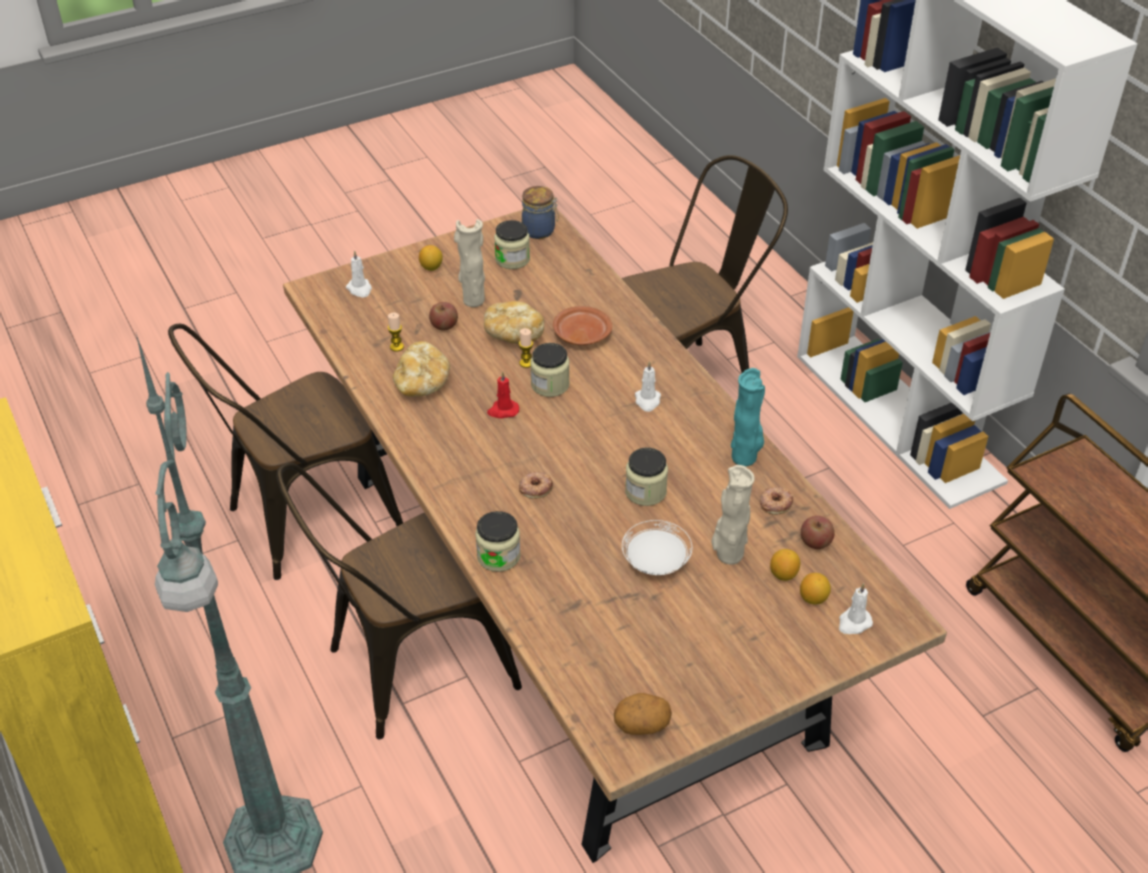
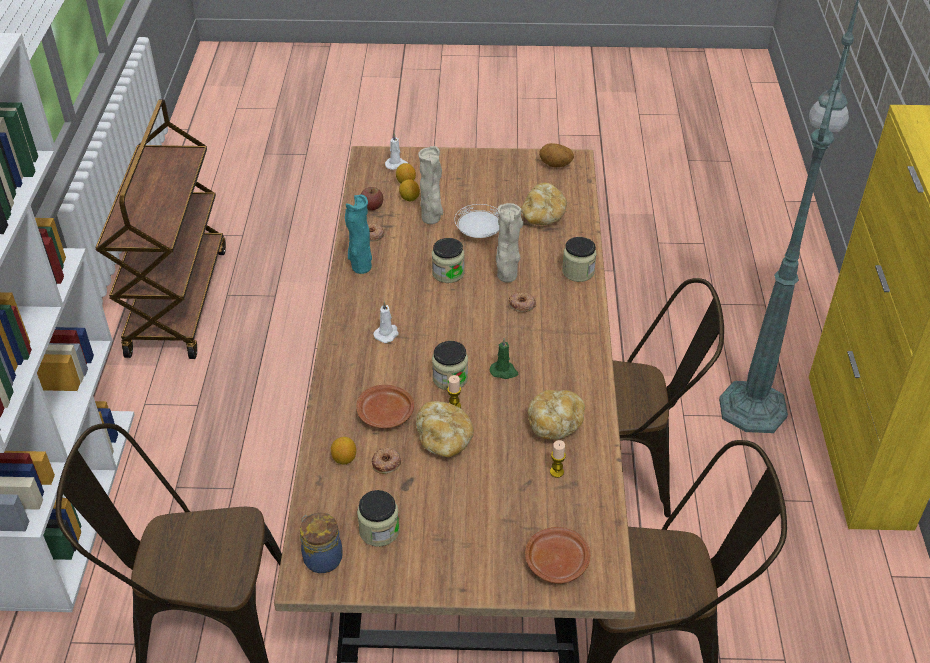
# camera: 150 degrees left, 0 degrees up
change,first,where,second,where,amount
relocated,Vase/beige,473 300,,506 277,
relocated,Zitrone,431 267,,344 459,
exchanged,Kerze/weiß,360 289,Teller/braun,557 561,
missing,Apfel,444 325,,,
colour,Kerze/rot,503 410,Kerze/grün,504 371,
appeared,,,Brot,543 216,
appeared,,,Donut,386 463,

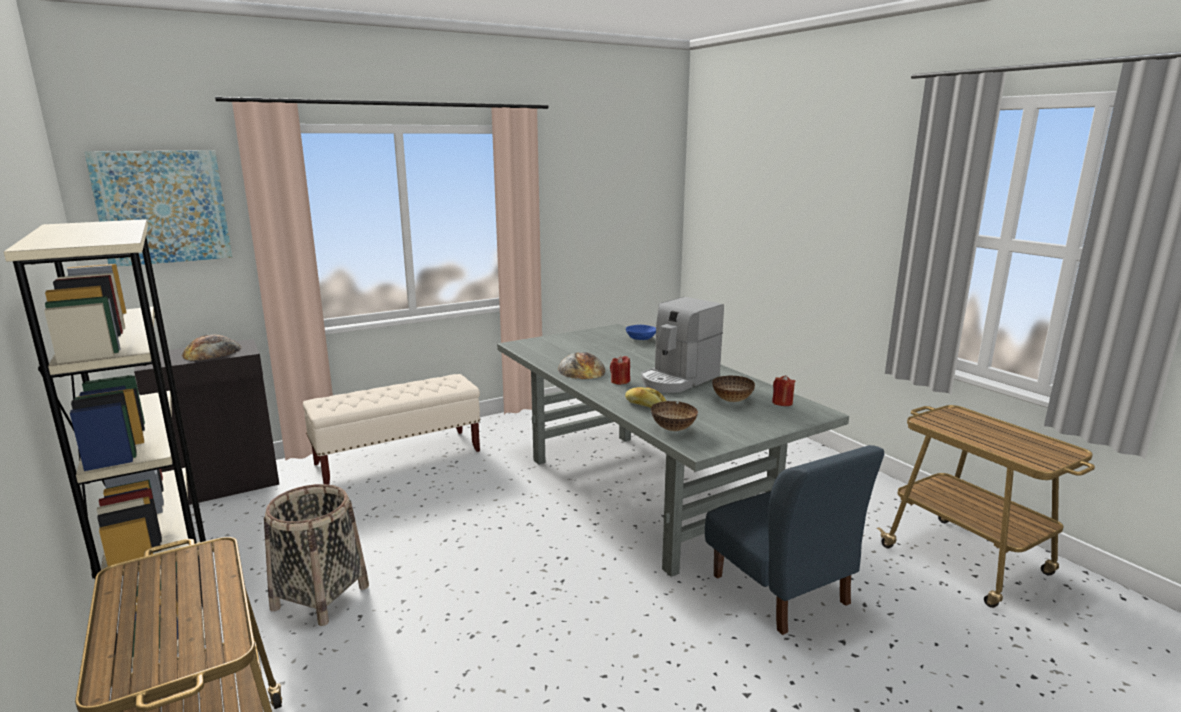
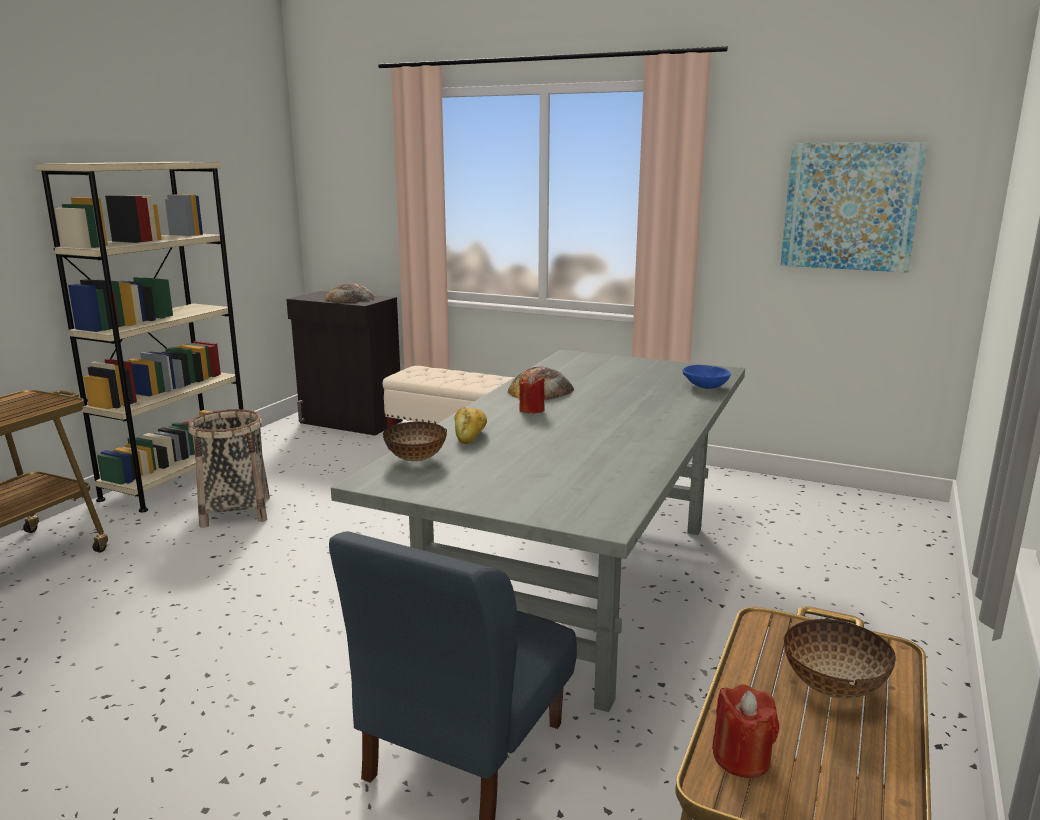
# camera: 55 degrees right, 0 degrees up
change,first,where,second,where,amount
relocated,Bild,162 207,,850 206,
missing,Kaffeemaschine,678 379,,,
relocated,Kerze/rot,782 402,,741 758,
relocated,Schüssel,731 400,,831 686,

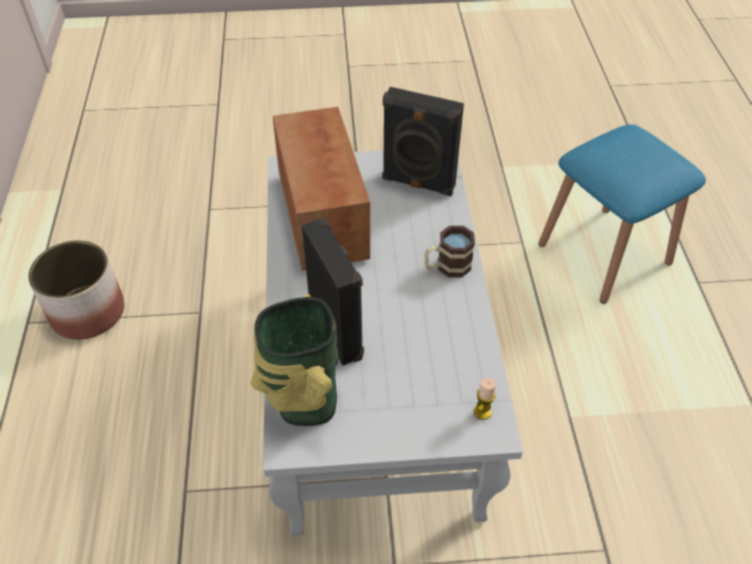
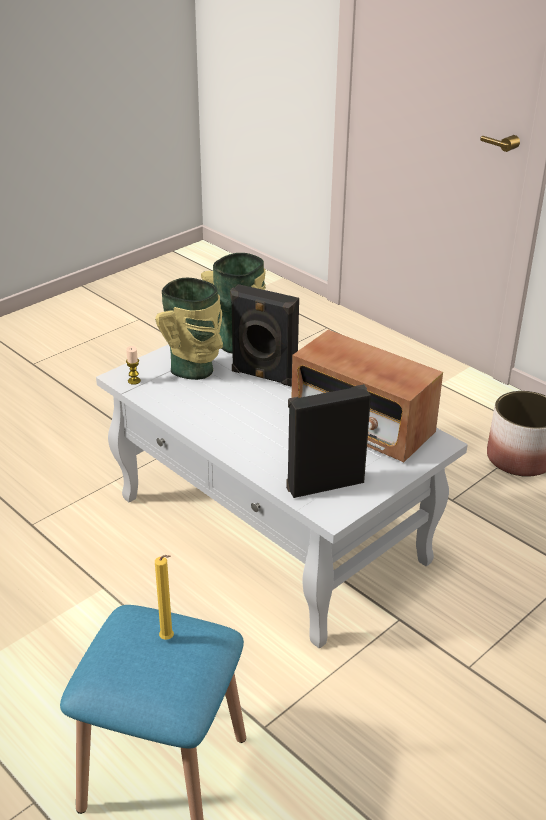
# camera: 140 degrees right, 15 degrees down
change,first,where,second,where,amount
missing,Henkelbecher,447 267,,,
appeared,,,Vase,194 370,
appeared,,,Kerze/gelb,168 639,

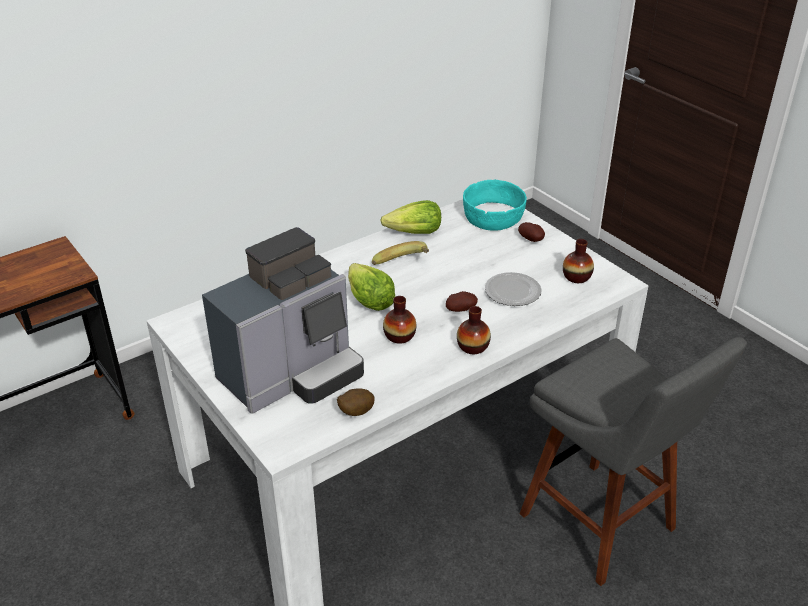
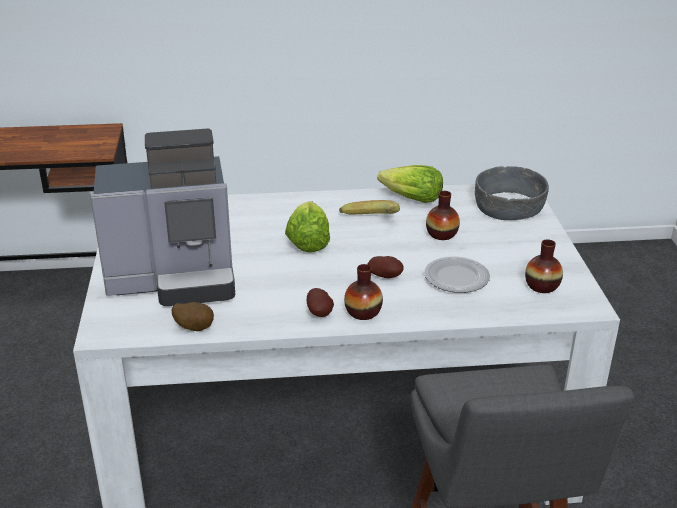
# camera: 30 degrees right, 5 degrees down
change,first,where,second,where,amount
colour,Schüssel/türkis,493 215,Schüssel/grau,509 205,
relocated,Kartoffel,532 240,,320 313,
relocated,Vase,399 336,,441 234,

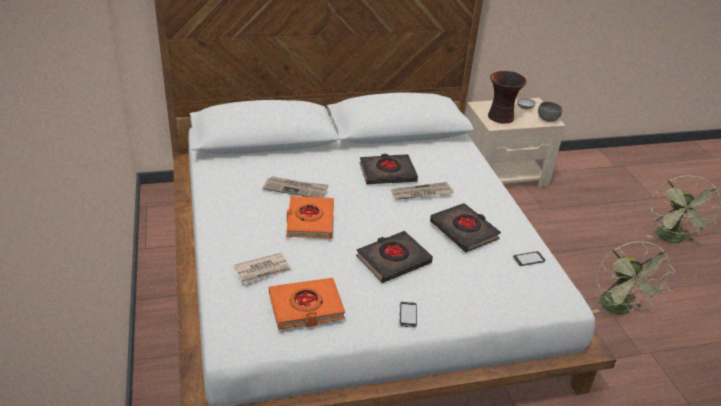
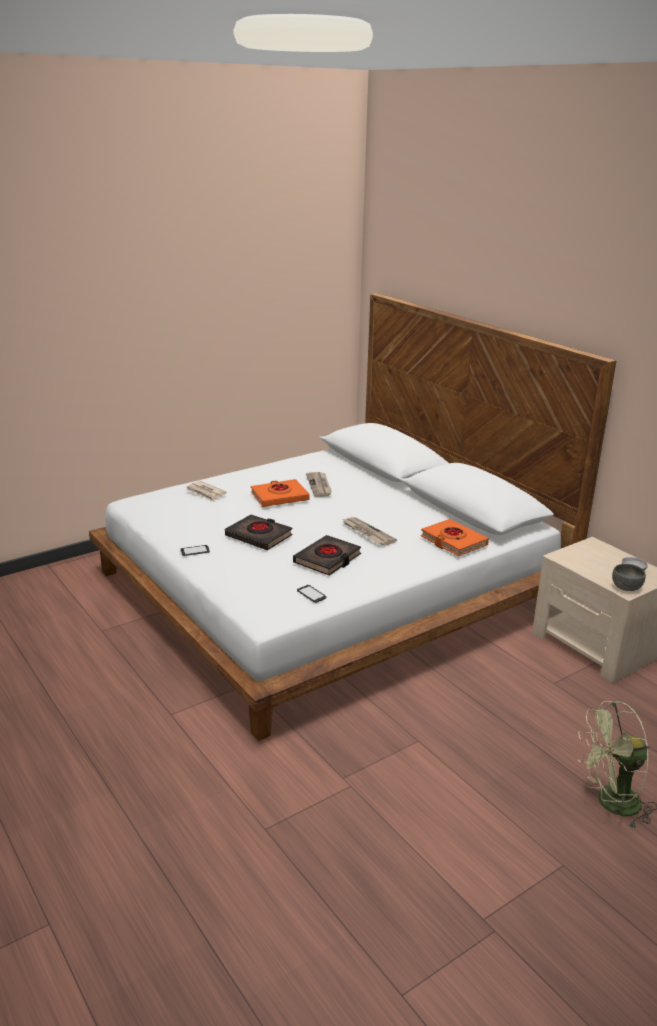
# camera: 70 degrees right, 10 degrees down
change,first,where,second,where,amount
missing,Vase,500 117,,,
missing,Buch/schwarz,387 173,,,
missing,Ventilator/grün,619 309,,,
relocated,Buch/orange,306 307,,453 541,

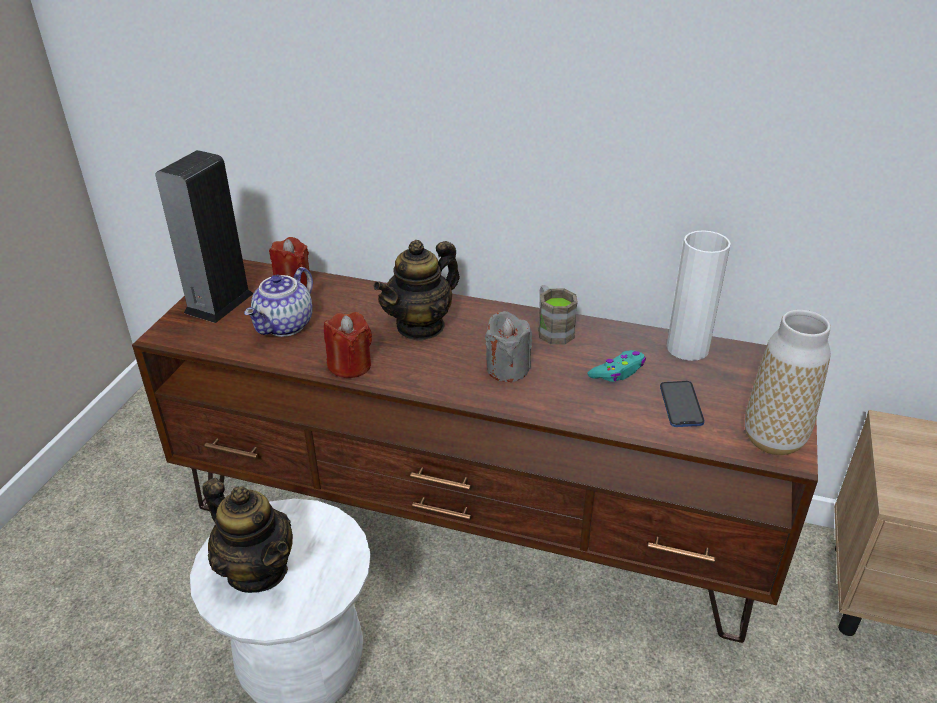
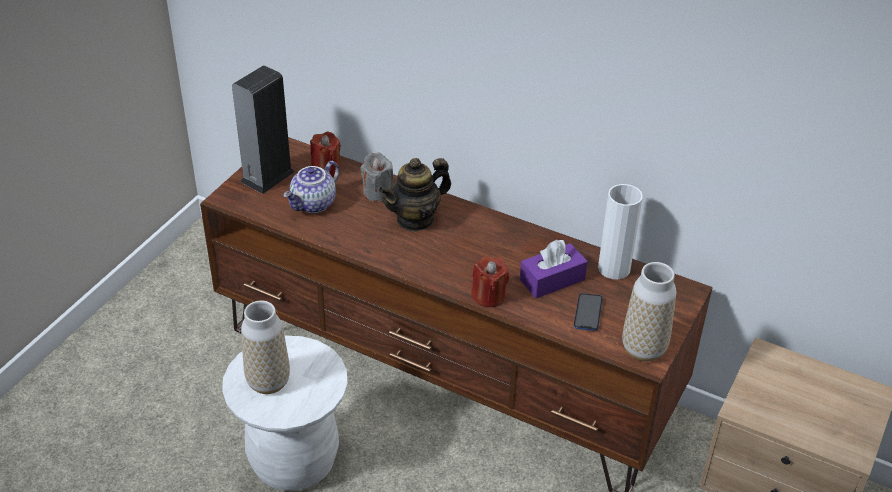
# camera: 10 degrees right, 5 degrees up
change,first,where,second,where,amount
missing,Henkelbecher/braun,552 329,,,
relocated,Kerze/grau,507 369,,378 193,
relocated,Kerze/rot,350 365,,488 296,
exchanged,Gamepad/türkis,618 372,Taschentuchbox/lila,552 280,
exchanged,Teekanne,257 570,Vase,268 382,

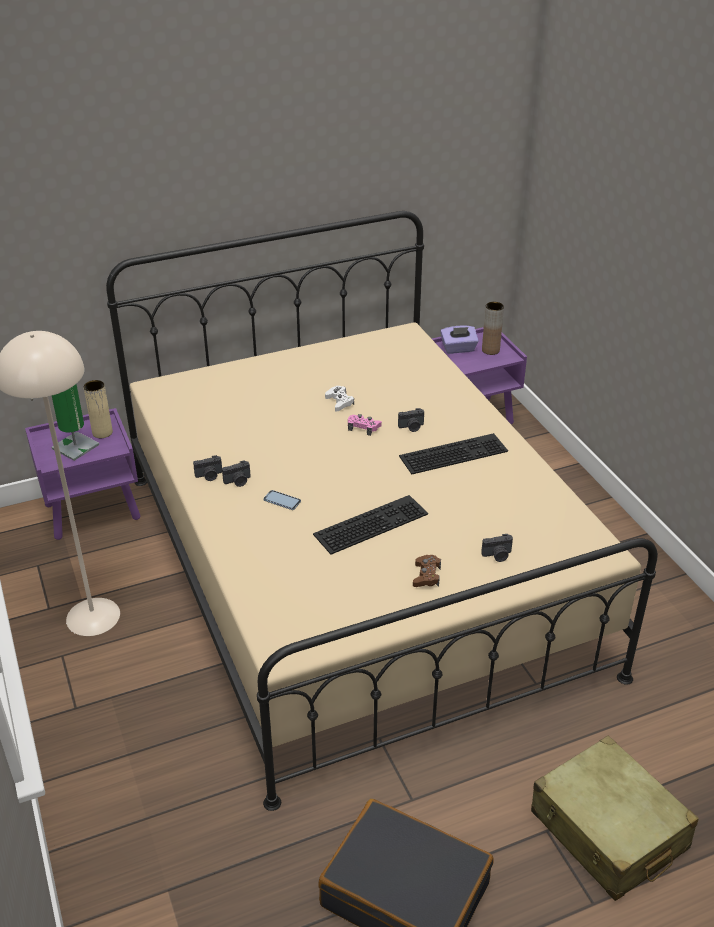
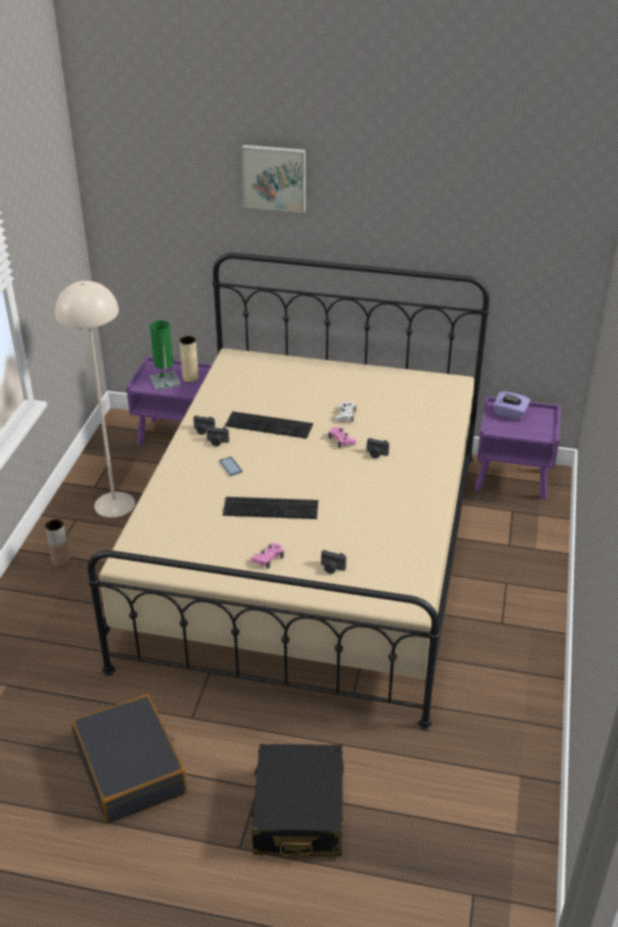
# camera: 35 degrees right, 0 degrees up
change,first,where,second,where,amount
relocated,Vase/braun,490 350,,61 562,
relocated,Tastatur,453 452,,270 424,
colour,Gamepad/braun,426 576,Gamepad/rosa,268 558,
colour,Koffer/beige,608 830,Koffer/schwarz,299 812,
appeared,,,Bild,275 177,

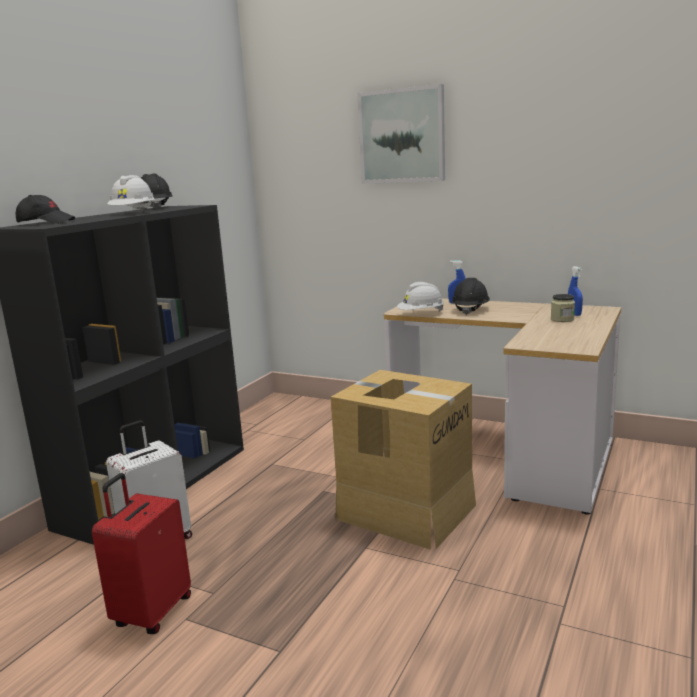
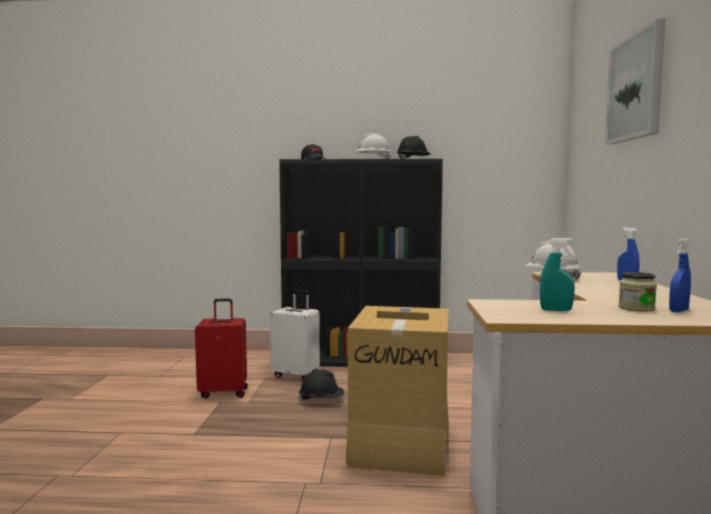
# camera: 65 degrees right, 10 degrees down
change,first,where,second,where,amount
relocated,Schutzhelm/schwarz,470 310,,321 400,
appeared,,,Sprühflasche/türkis,556 310,

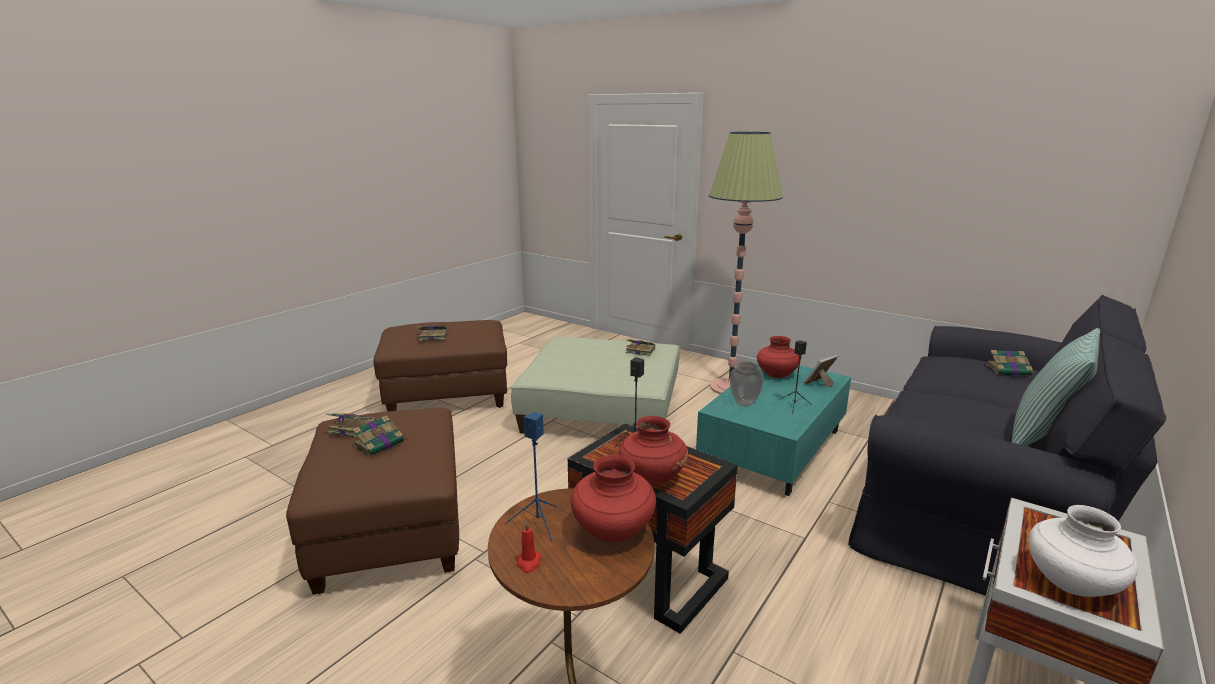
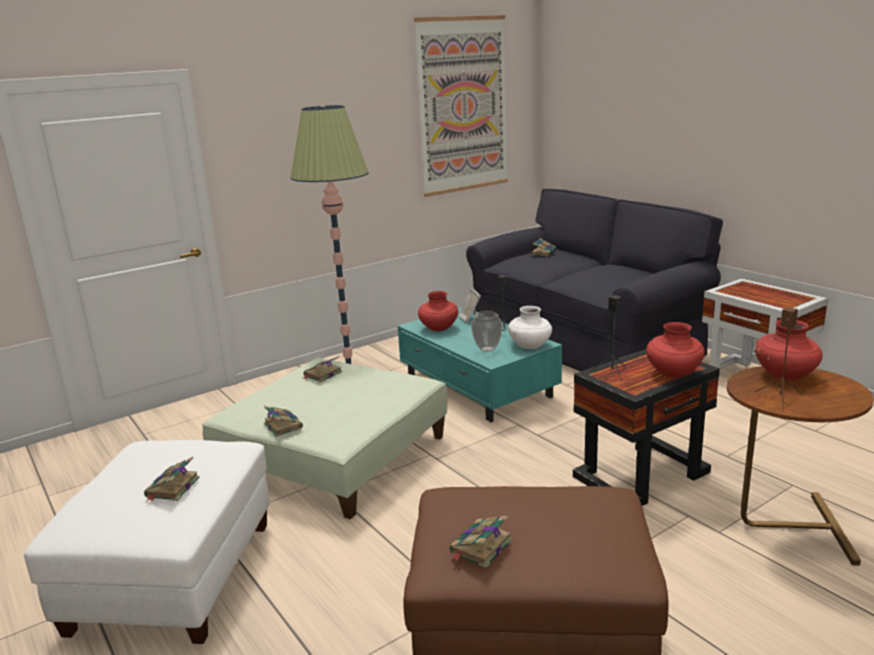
# camera: 70 degrees left, 0 degrees up
change,first,where,second,where,amount
colour,Polsterhocker/braun,448 395,Polsterhocker/weiß,174 577,
missing,Kissen,1042 437,,,
colour,Lautsprecher/blau,538 523,Lautsprecher/braun,780 398,
relocated,Buch,380 443,,282 425,
relocated,Vase/weiß,1071 584,,530 346,
missing,Kerze/rot,528 563,,,
appeared,,,Bild,463 106,

